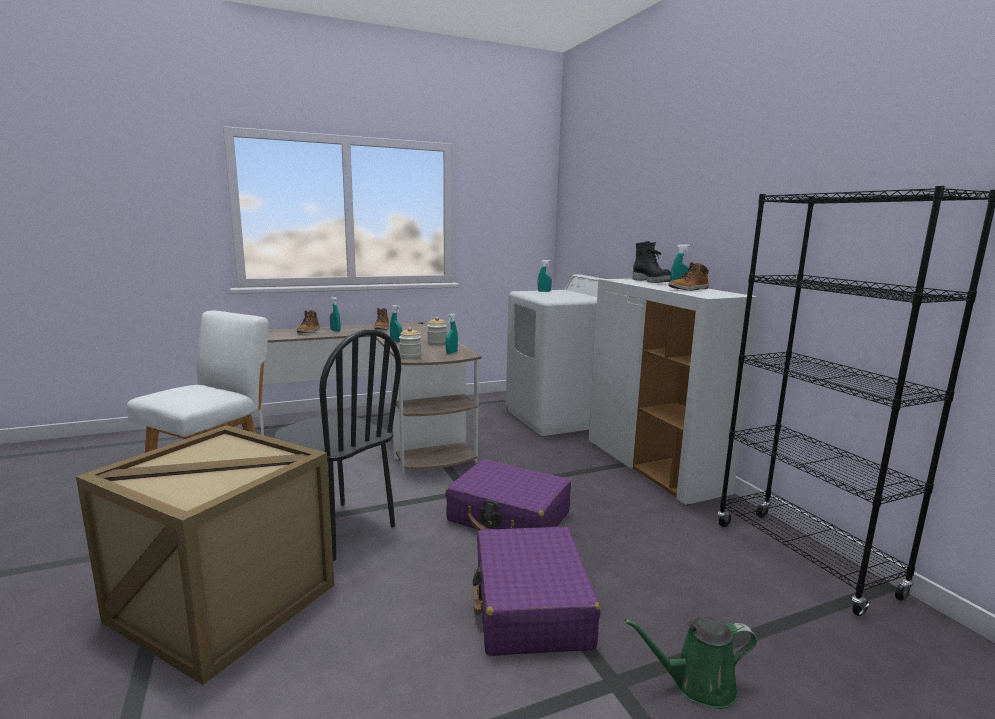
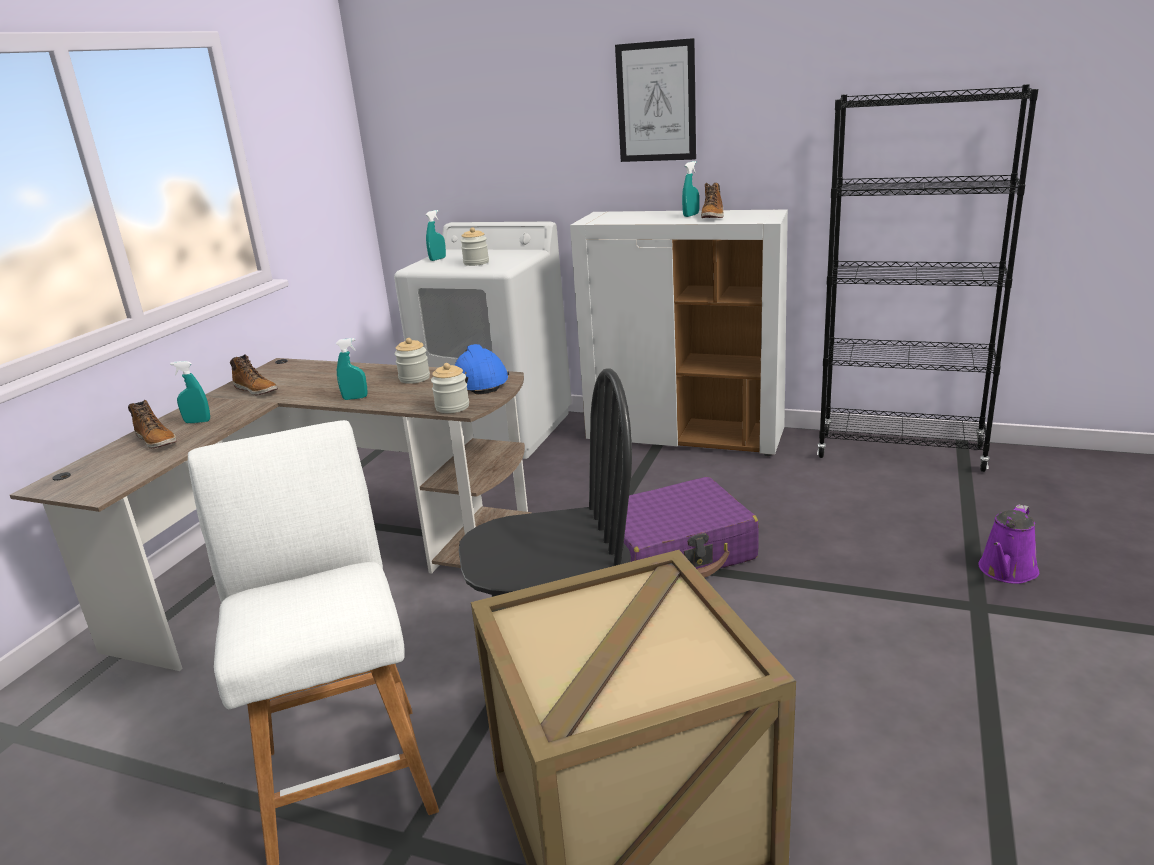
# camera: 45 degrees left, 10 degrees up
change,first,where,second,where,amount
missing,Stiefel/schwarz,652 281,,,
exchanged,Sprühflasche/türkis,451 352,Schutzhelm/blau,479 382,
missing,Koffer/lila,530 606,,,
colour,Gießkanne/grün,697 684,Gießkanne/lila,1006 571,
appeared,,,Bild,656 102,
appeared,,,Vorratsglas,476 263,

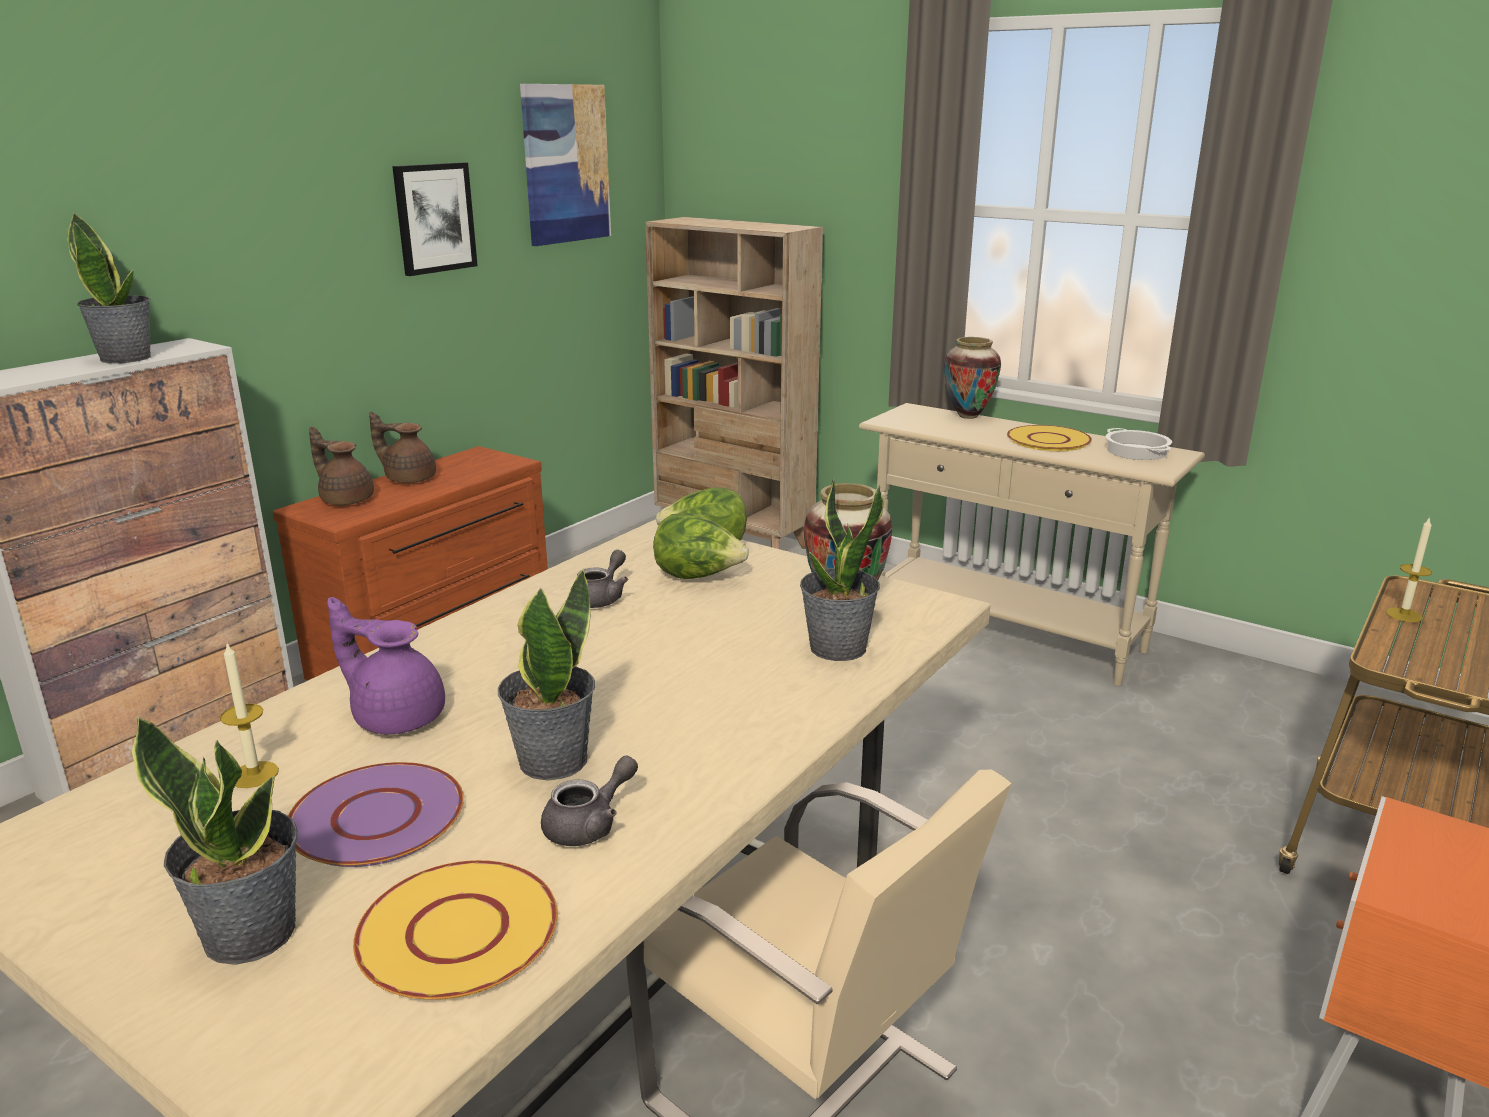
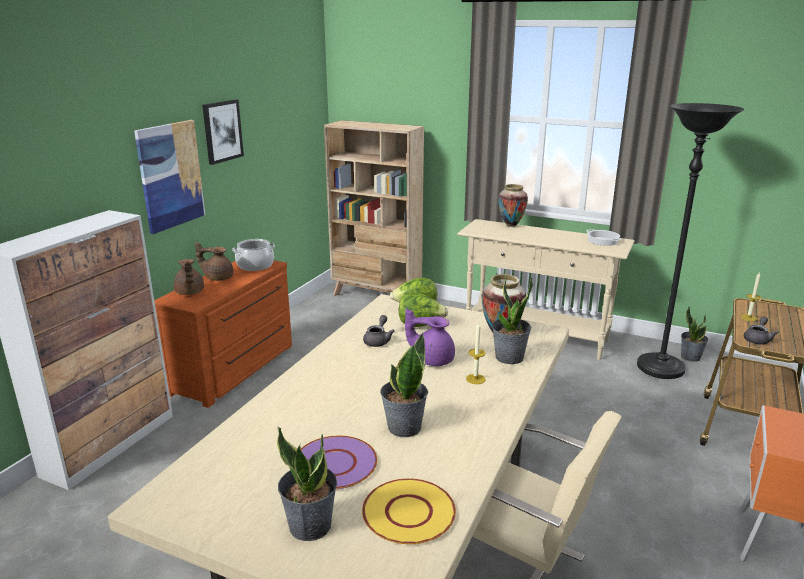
# camera: 10 degrees left, 0 degrees up
change,first,where,second,where,amount
relocated,Bild,566 164,,170 175,
relocated,Topfpflanze,127 358,,690 357,
missing,Teller/gelb,1048 440,,,
spun,Teekanne/braun,346 499,,189 292,135 degrees counterclockwise
relocated,Teekanne/lila,396 716,,432 359,
relocated,Kerze,254 774,,475 379,
relocated,Teekanne/grau,589 825,,757 339,
appeared,,,Stehlampe/schwarz,660 369,
appeared,,,Kochtopf,255 266,

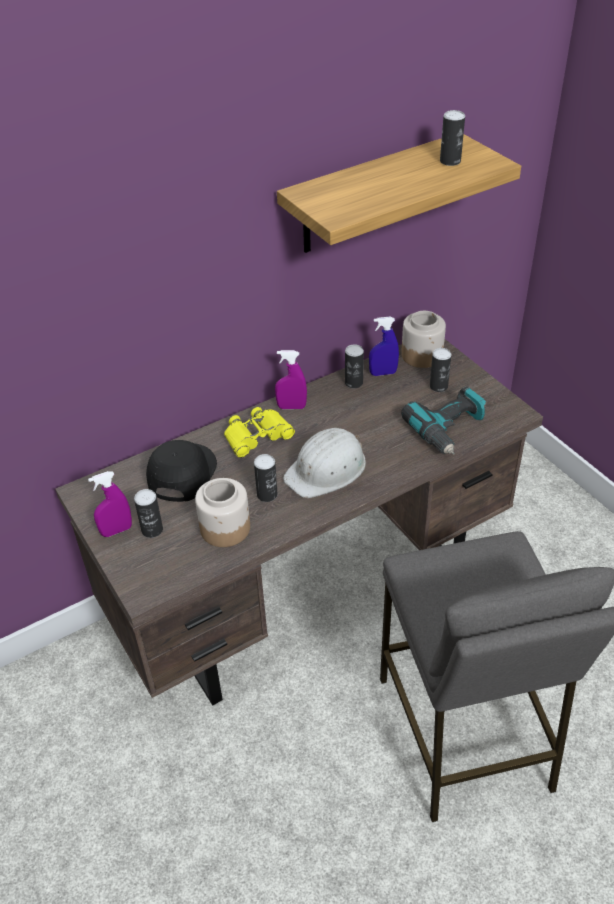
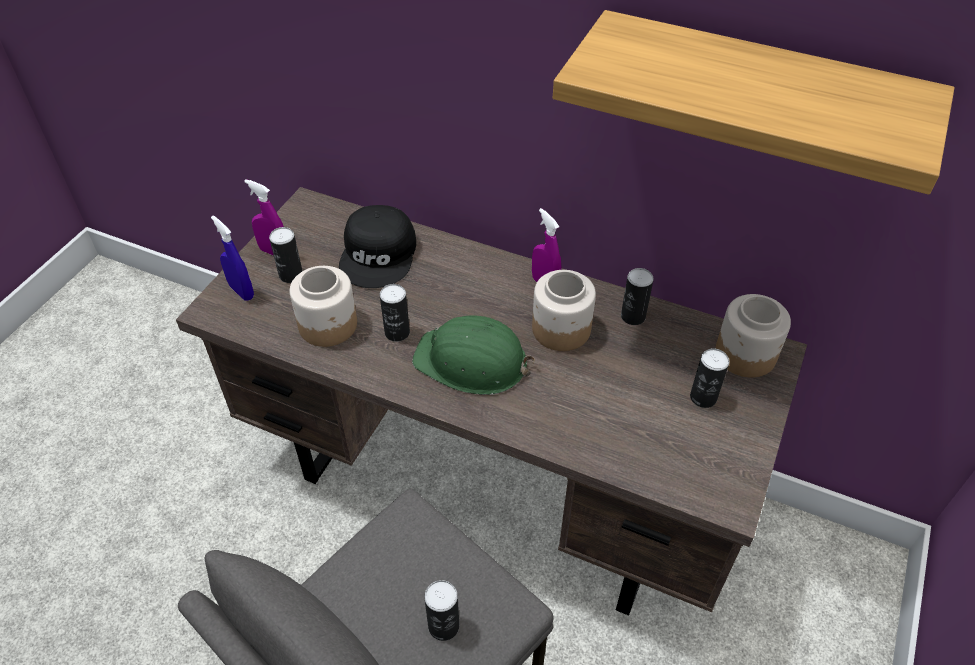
# camera: 55 degrees right, 5 degrees up
change,first,where,second,where,amount
relocated,Dose,450 161,,443 626,
relocated,Sprühflasche/blau,383 373,,241 291,
missing,Bohrmaschine,449 430,,,
missing,Fernglas/gelb,257 436,,,
colour,Schutzhelm/weiß,327 469,Schutzhelm/grün,472 362,
spun,Kappe/schwarz,181 473,,379 254,120 degrees clockwise
appeared,,,Vorratsglas,560 329,

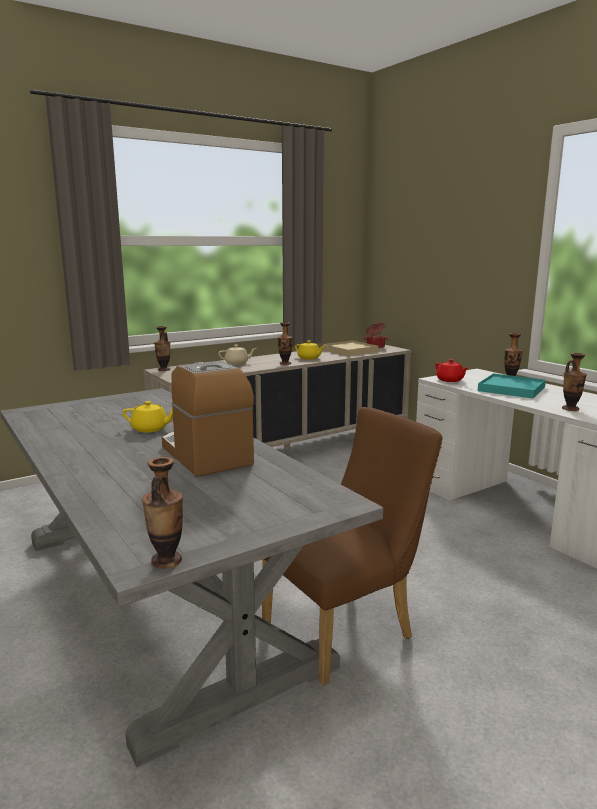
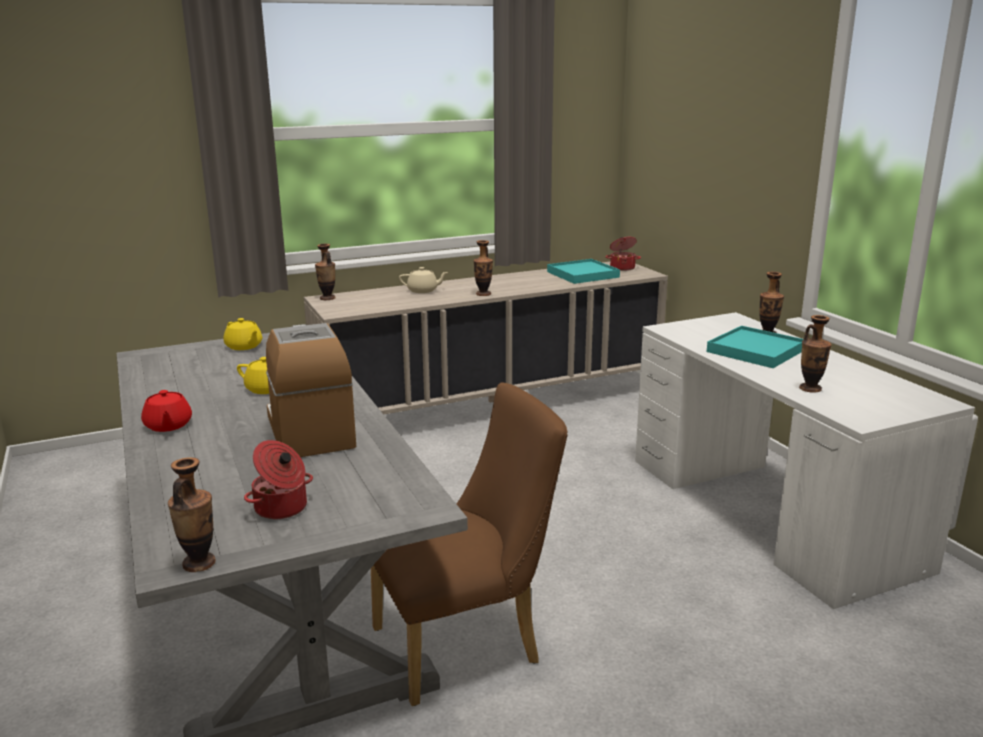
# camera: 10 degrees right, 5 degrees up
change,first,where,second,where,amount
relocated,Teekanne/gelb,309 358,,244 346,
colour,Tablett/beige,350 351,Tablett/türkis,583 274,
relocated,Teekanne/rot,450 380,,168 426,
appeared,,,Kochtopf,282 508,

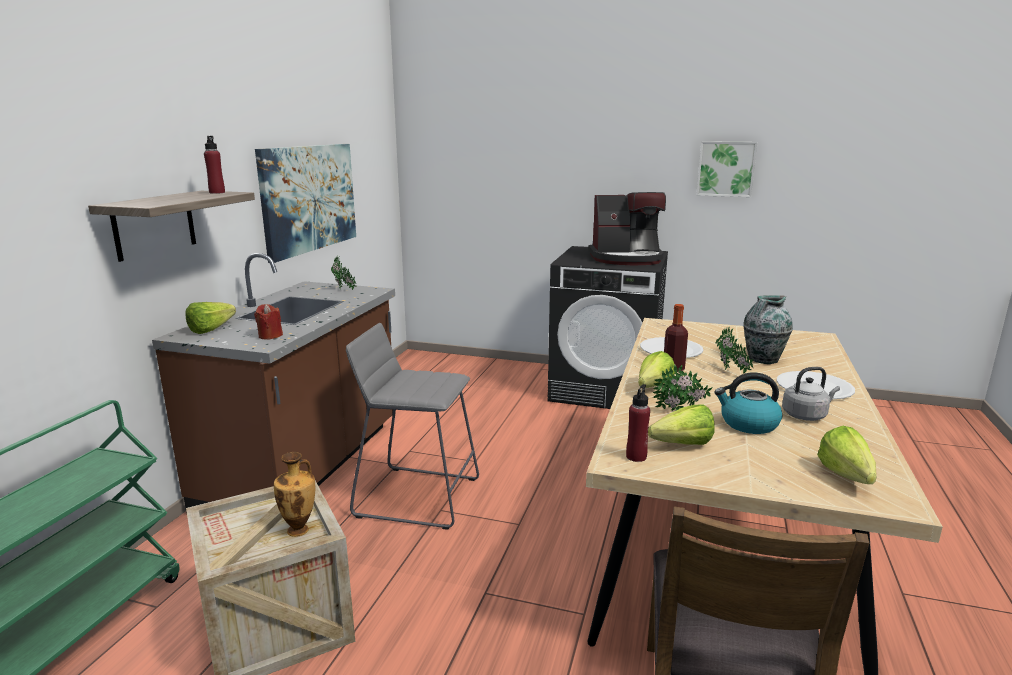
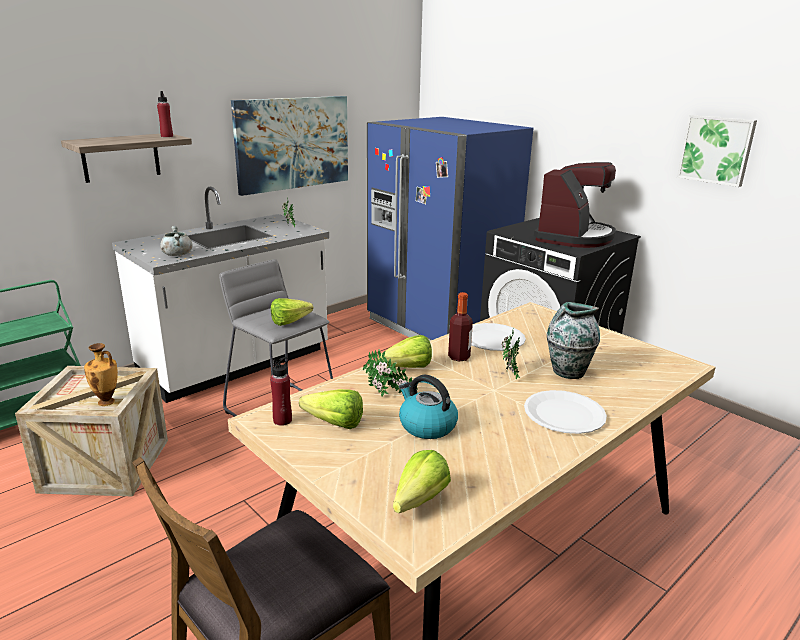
# camera: 30 degrees right, 5 degrees up
change,first,where,second,where,amount
spun,Kaffeemaschine,626 258,,574 237,90 degrees counterclockwise
colour,Küchenzeile/braun,306 467,Küchenzeile/weiß,236 364,
relocated,Salatkopf,215 329,,293 322,
exchanged,Kerze/rot,270 336,Kochtopf/grau,177 254,
missing,Wasserkessel/grau,806 415,,,
appeared,,,Kühlschrank/blau,439 325,

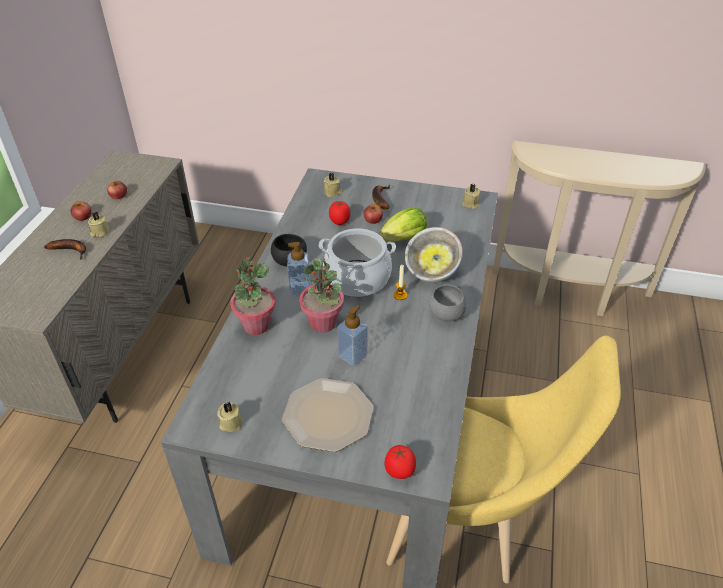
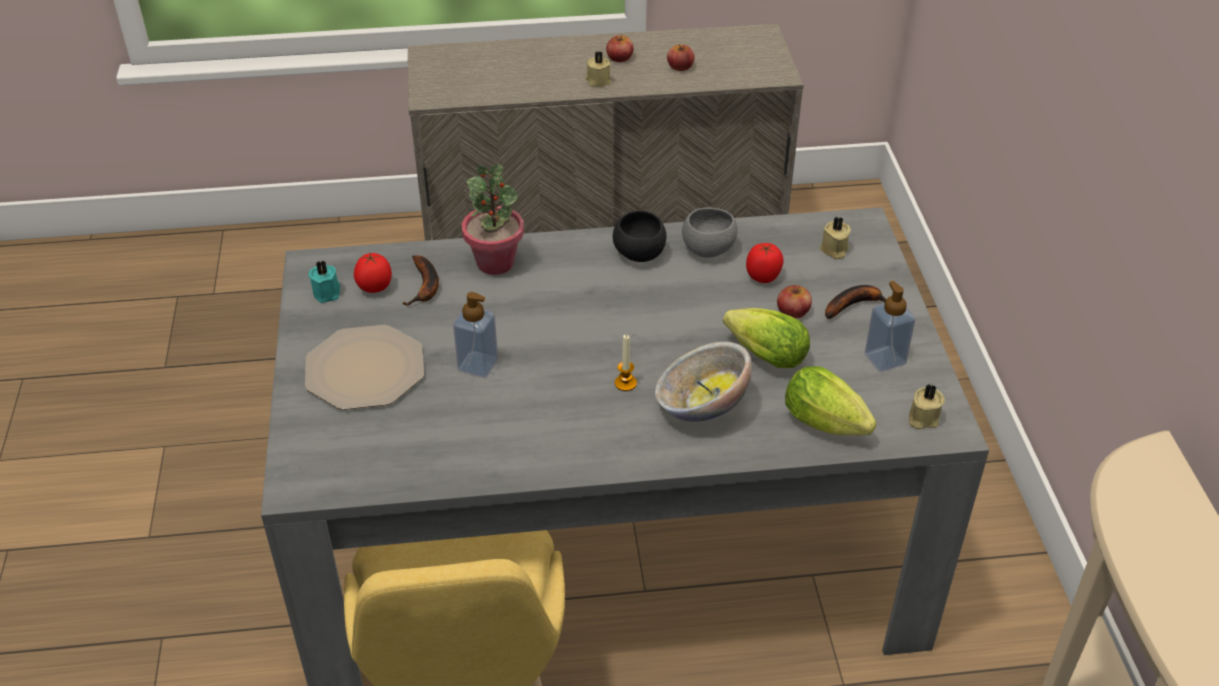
# camera: 70 degrees right, 0 degrees up
change,first,where,second,where,amount
missing,Kochtopf,357 278,,,
relocated,Banane,71 250,,425 286,
relocated,Seifenspender,300 288,,885 359,
missing,Topfpflanze,323 323,,,
relocated,Schüssel/grau,446 314,,708 250,
colour,Kerze/beige,230 422,Kerze/türkis,328 292,
relocated,Tomate,399 471,,374 288,
appeared,,,Salatkopf,829 425,

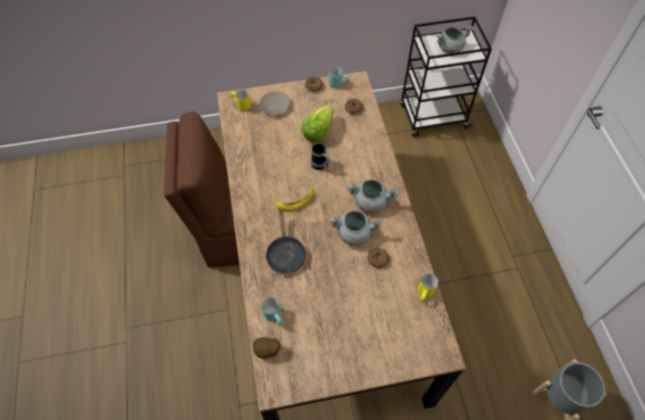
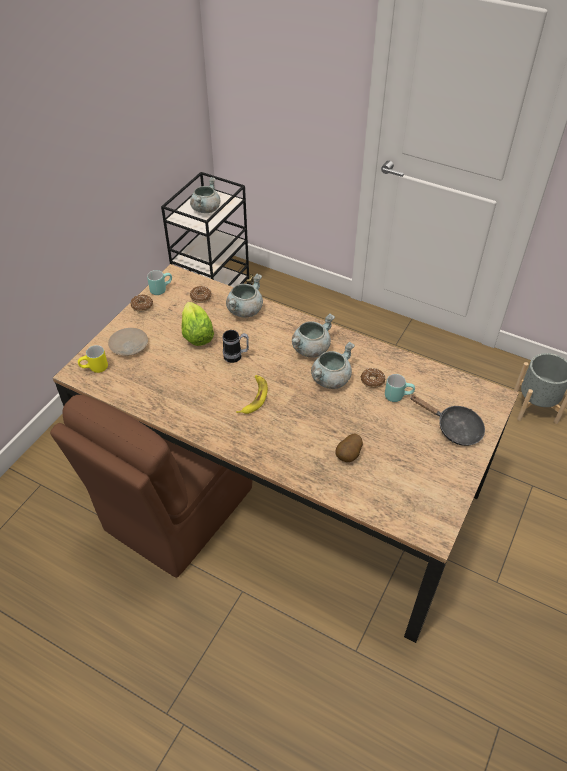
# camera: 50 degrees left, 10 degrees down
change,first,where,second,where,amount
relocated,Pfanne/schwarz,285 254,,454 428,
missing,Henkelbecher/gelb,425 294,,,
relocated,Henkelbecher/türkis,275 316,,398 395,
relocated,Kartoffel,267 351,,349 456,
appeared,,,Kochtopf/grau,244 310,

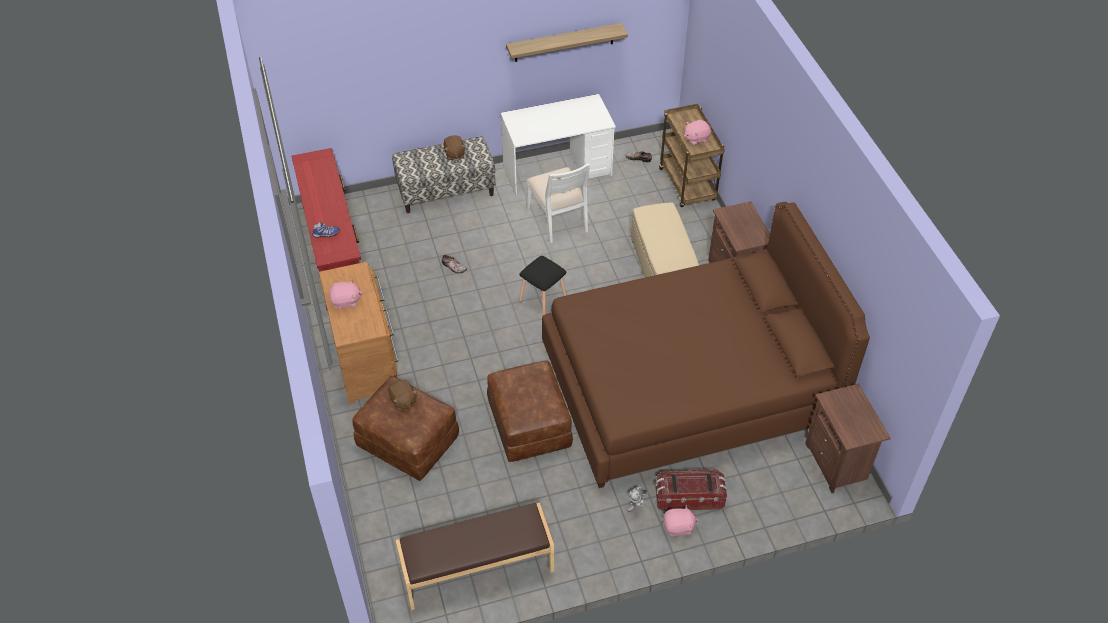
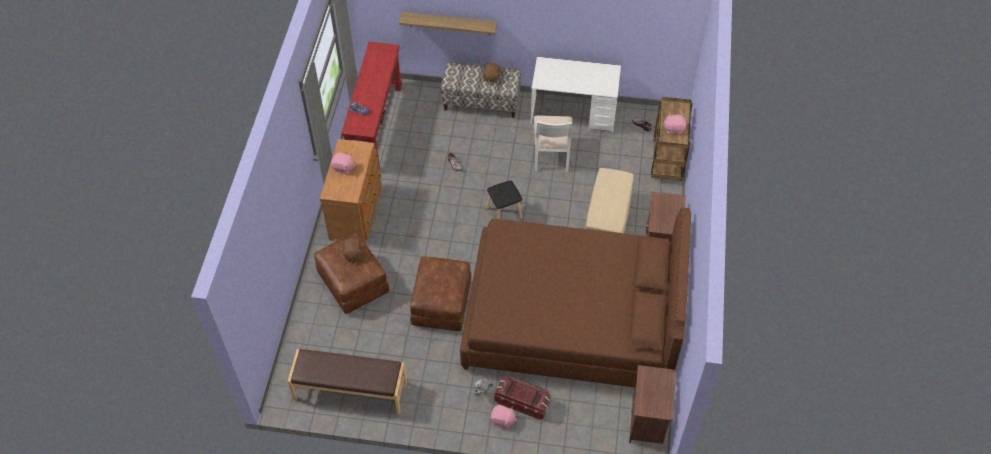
# camera: 25 degrees right, 5 degrees up
change,first,where,second,where,amount
relocated,Wandregal,564 42,,449 23,

